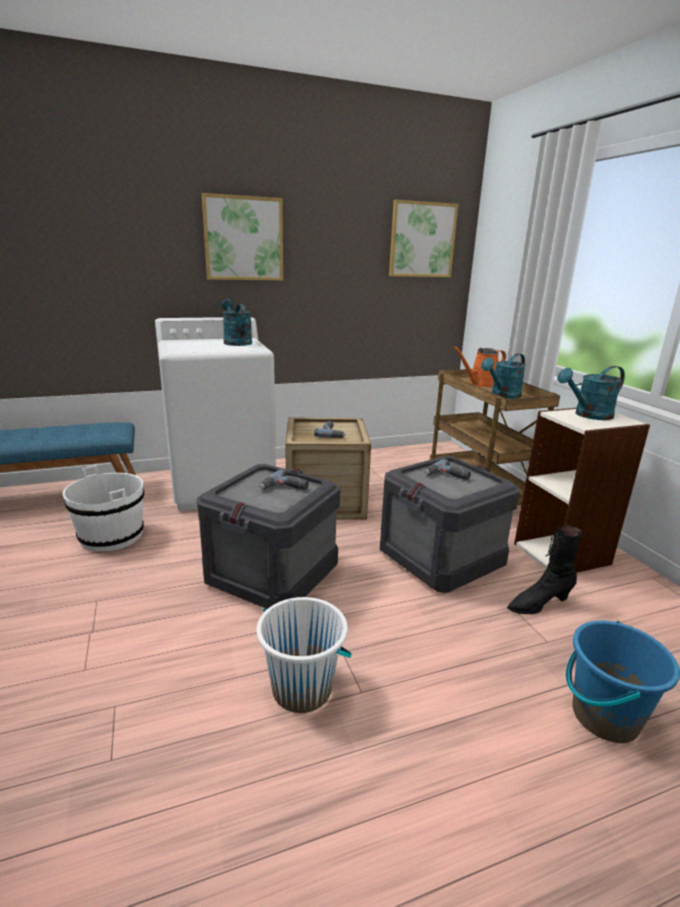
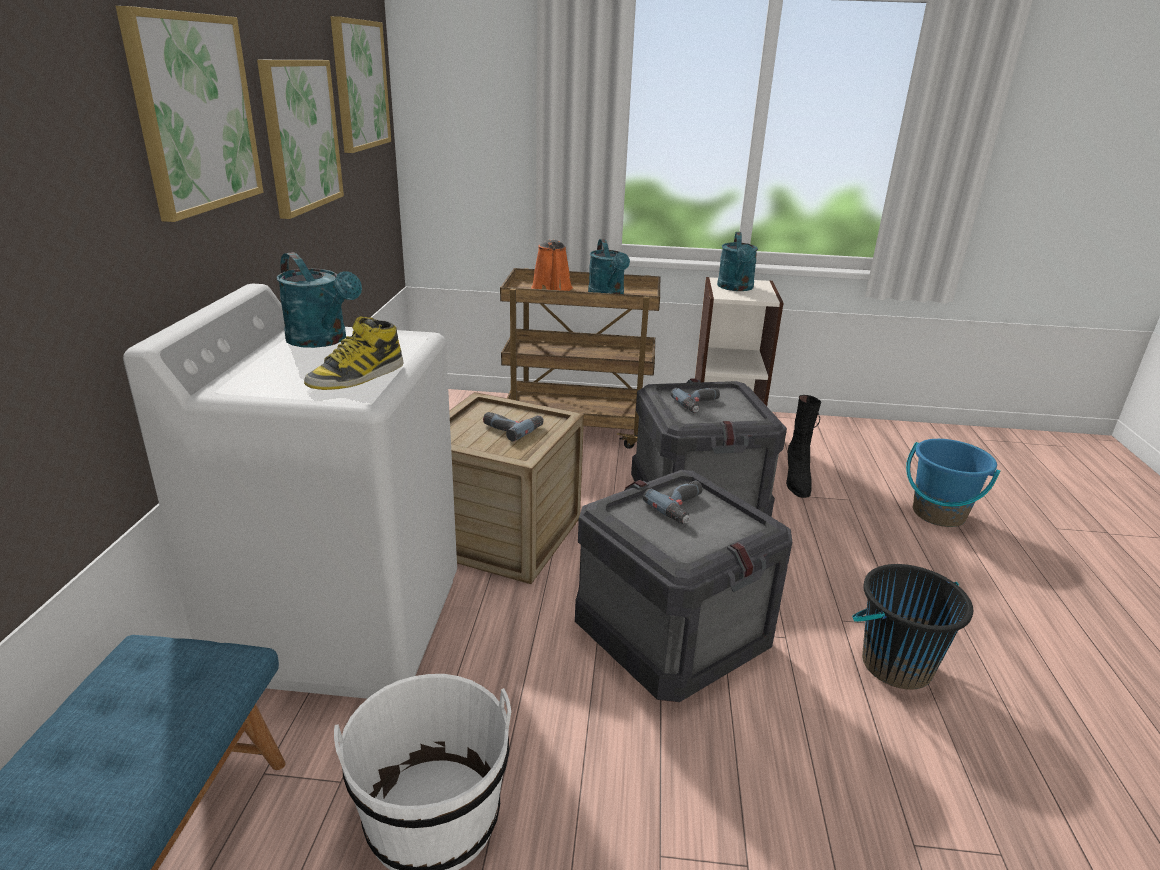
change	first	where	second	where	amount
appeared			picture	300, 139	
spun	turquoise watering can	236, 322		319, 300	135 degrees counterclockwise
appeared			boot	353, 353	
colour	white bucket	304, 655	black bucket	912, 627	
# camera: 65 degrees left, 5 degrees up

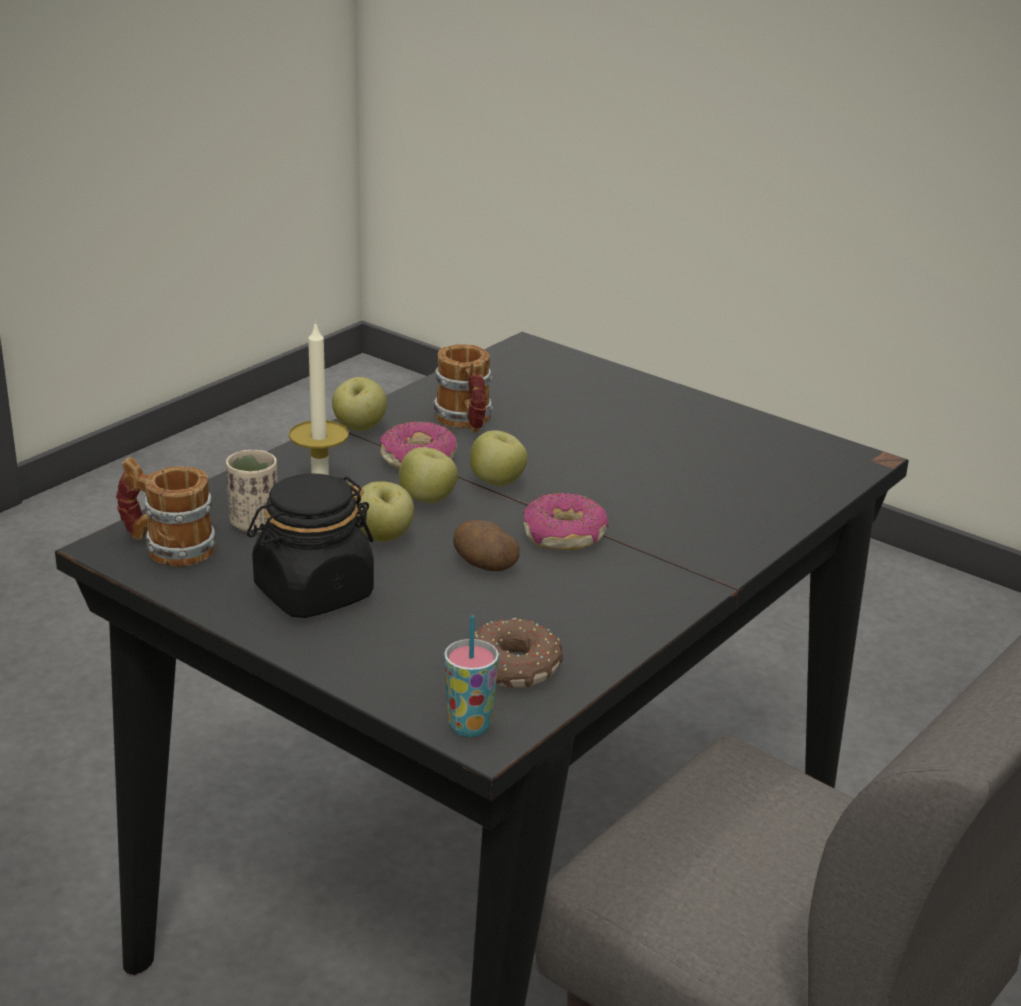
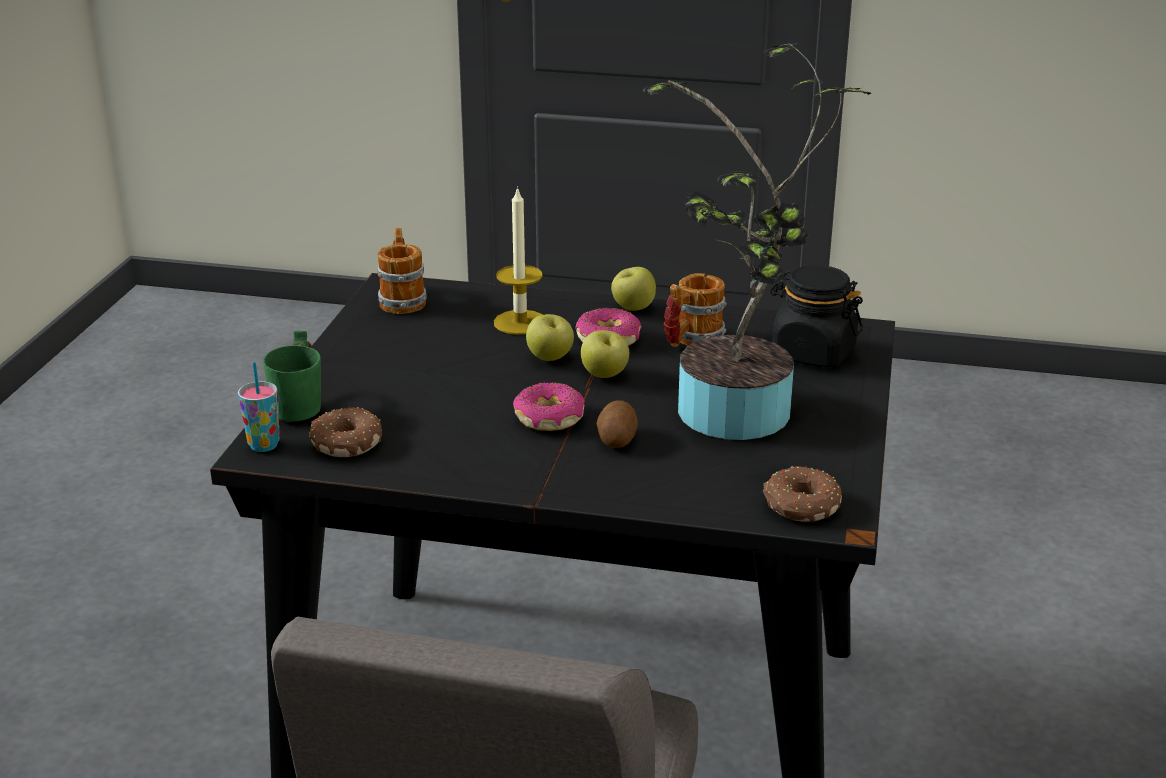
change	first	where	second	where	amount
appeared			green mug	292, 376	
relocated	potato	486, 545		617, 424	
appeared			potted plant	756, 241	
appeared			donut	802, 494	
relocated	black jar	310, 546		816, 316	
missing	beige cup	252, 491			
missing	apple	385, 511			
# camera: 65 degrees right, 0 degrees up

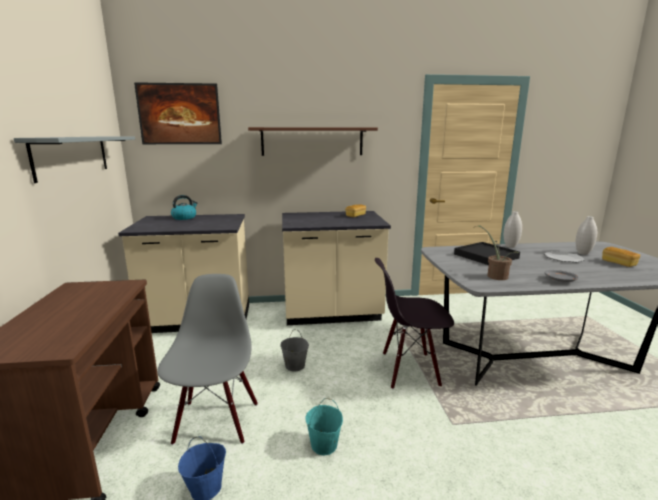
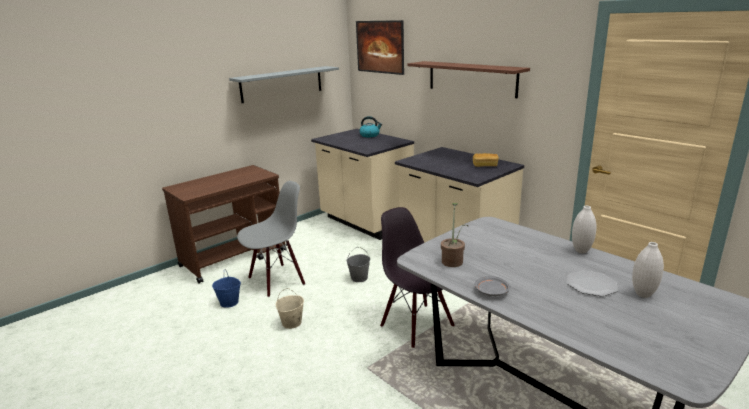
change	first	where	second	where	amount
colour	turquoise bucket	324, 426	beige bucket	290, 308	
missing	black tray	487, 253			
missing	bread	621, 257			
# camera: 55 degrees right, 5 degrees up

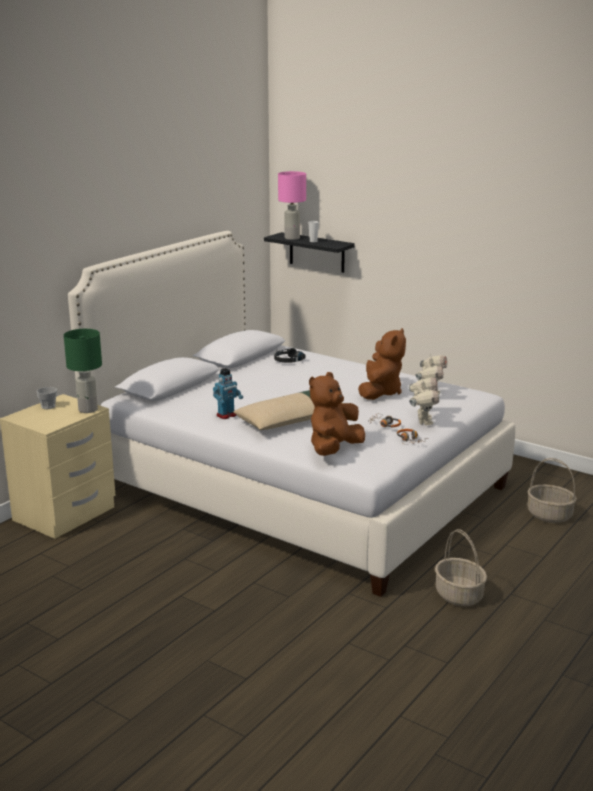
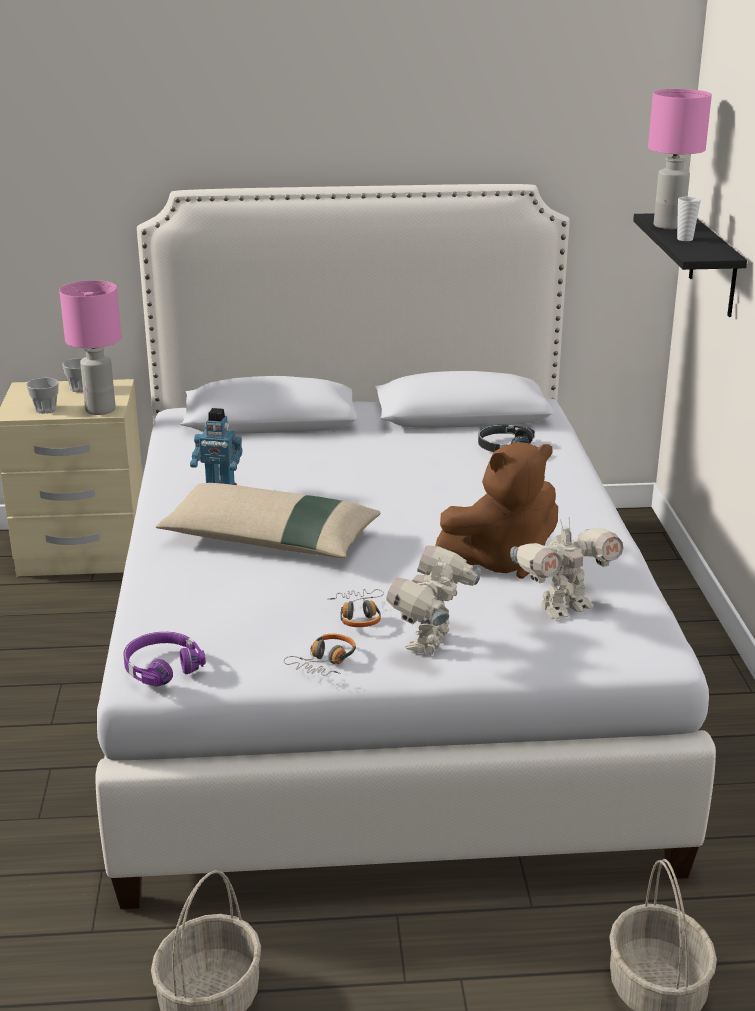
change	first	where	second	where	amount
appeared			cup	42, 396	
colour	green table lamp	83, 371	pink table lamp	90, 347	
appeared			purple headphones	164, 659	
spun	toy robot	424, 401		433, 600	150 degrees clockwise
missing	brown plush toy	337, 414			
# camera: 50 degrees right, 5 degrees up

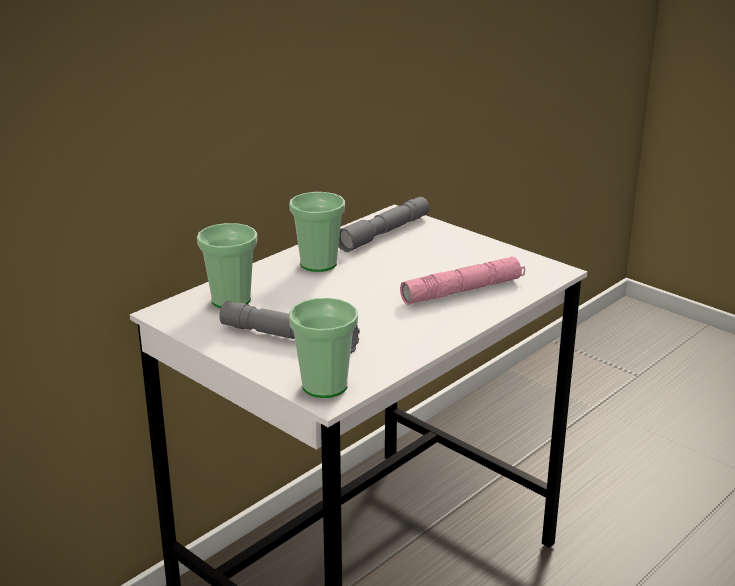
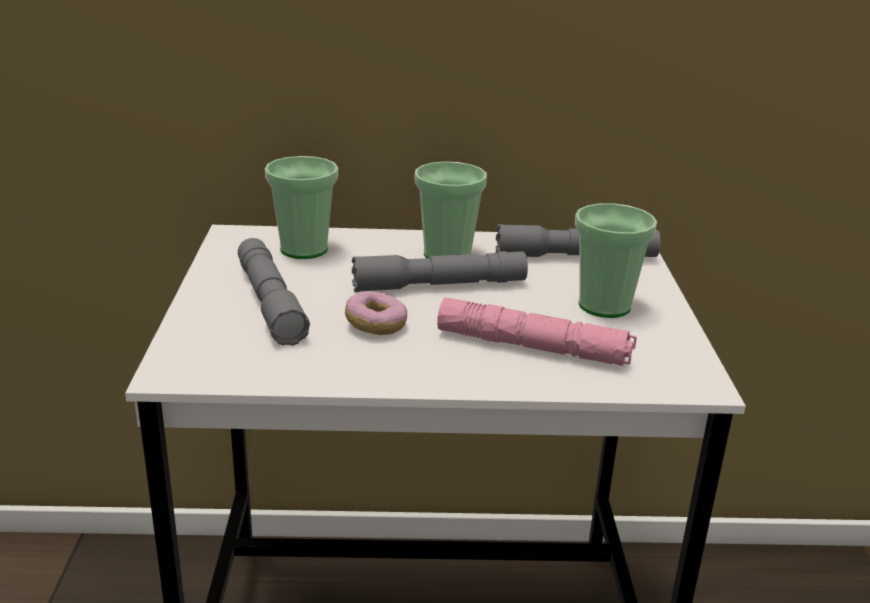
change	first	where	second	where	amount
appeared			donut	376, 313	
appeared			grey flashlight	440, 271	
relocated	cup	323, 348		616, 260	
# camera: 45 degrees right, 0 degrees up

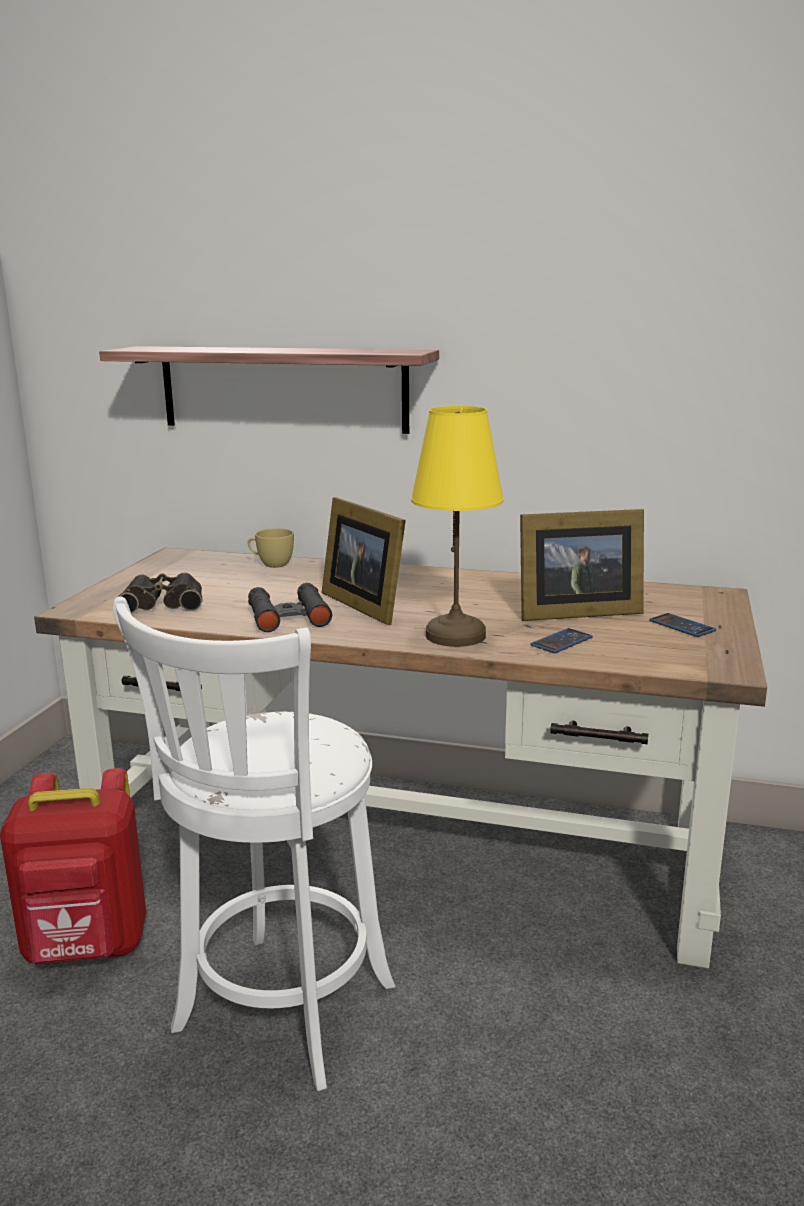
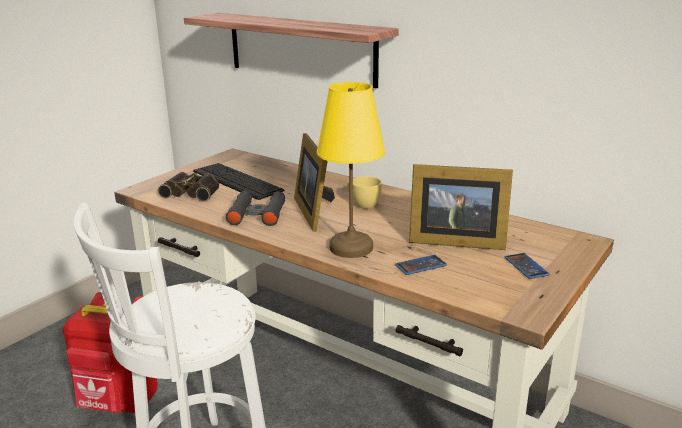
change	first	where	second	where	amount
appeared			keyboard	238, 181	
relocated	yellow cup	271, 548		364, 192	
# camera: 20 degrees right, 5 degrees up

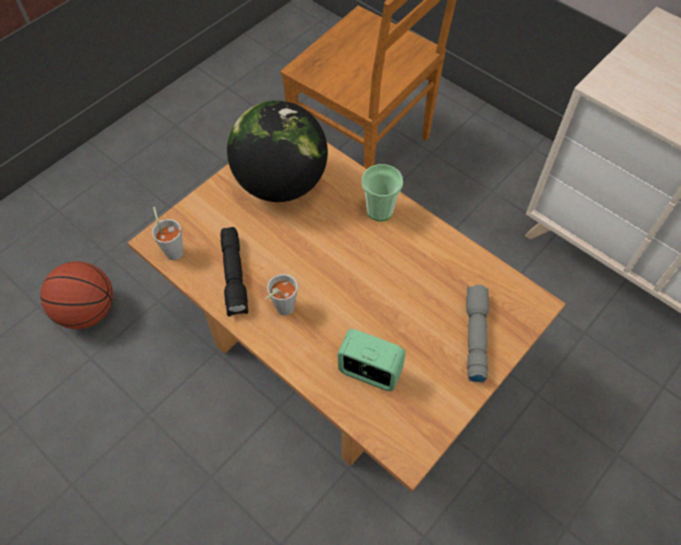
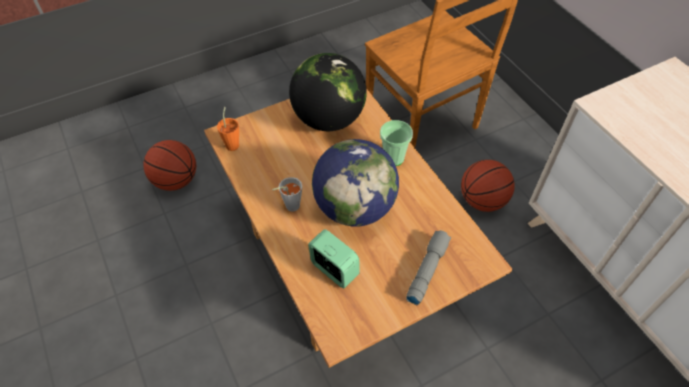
change	first	where	second	where	amount
colour	grey cup	168, 233	orange cup	228, 129	
appeared			globe	355, 183	
appeared			basketball	488, 186	
missing	black flashlight	234, 272			
# camera: 20 degrees right, 5 degrees down

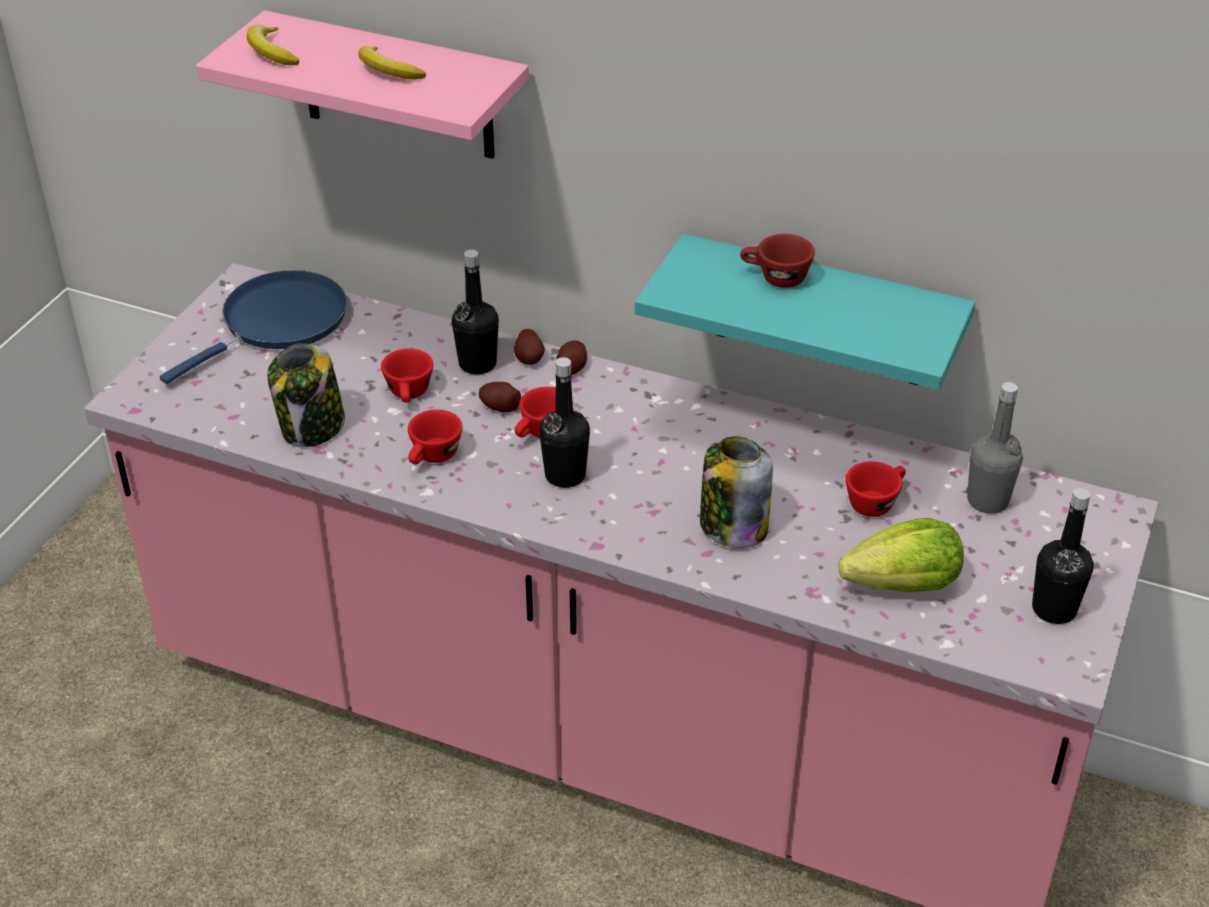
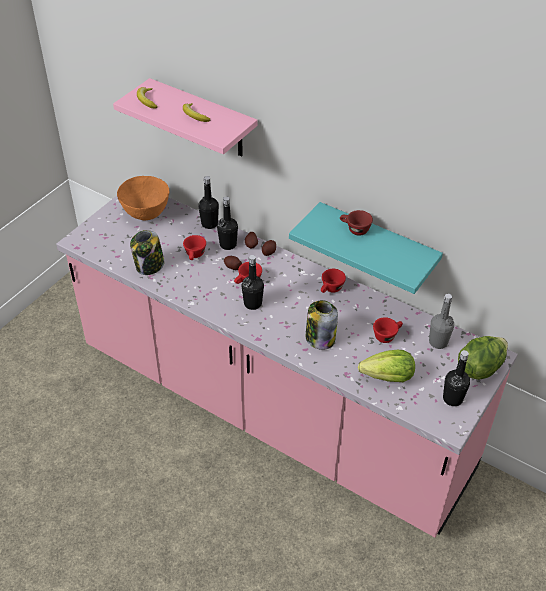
change	first	where	second	where	amount
exchanged	blue frying pan	253, 327	orange bowl	143, 198	
appeared			black bottle	208, 202	
relocated	red cup	435, 437		333, 281	
appeared			lettuce	483, 358	
# camera: 10 degrees right, 5 degrees up

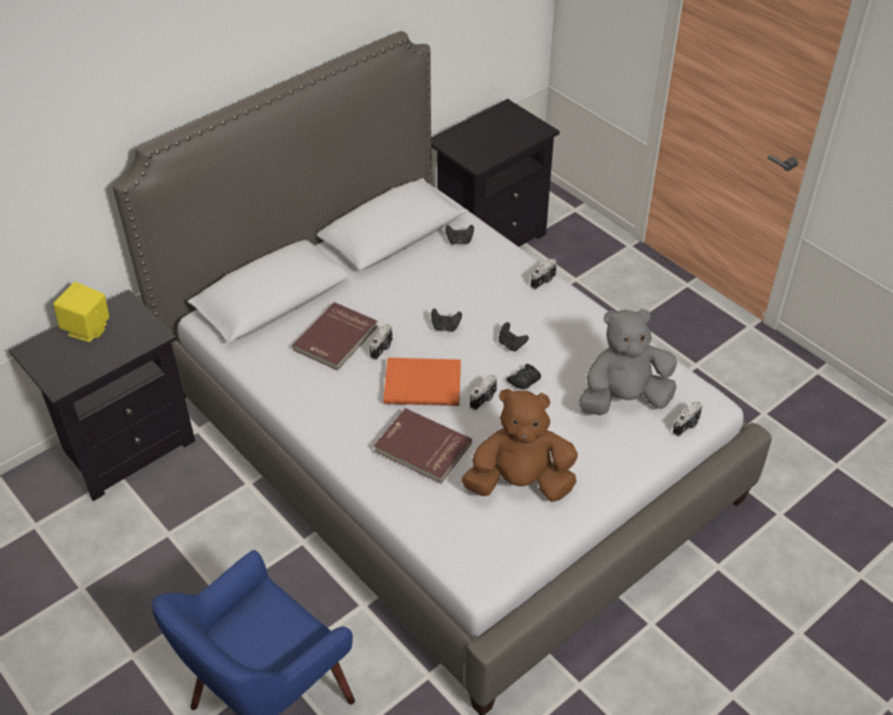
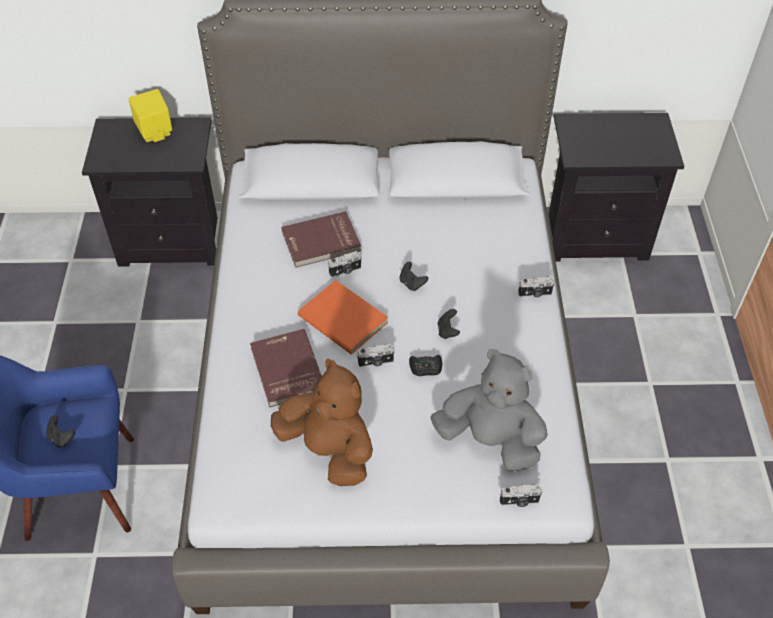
change	first	where	second	where	amount
relocated	black game controller	459, 234		61, 431	
# camera: 40 degrees right, 5 degrees up

